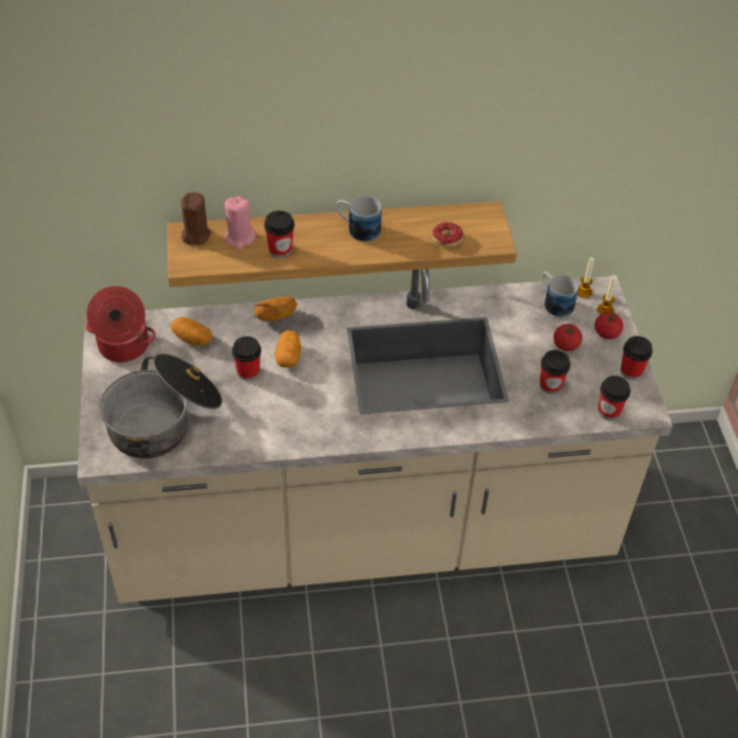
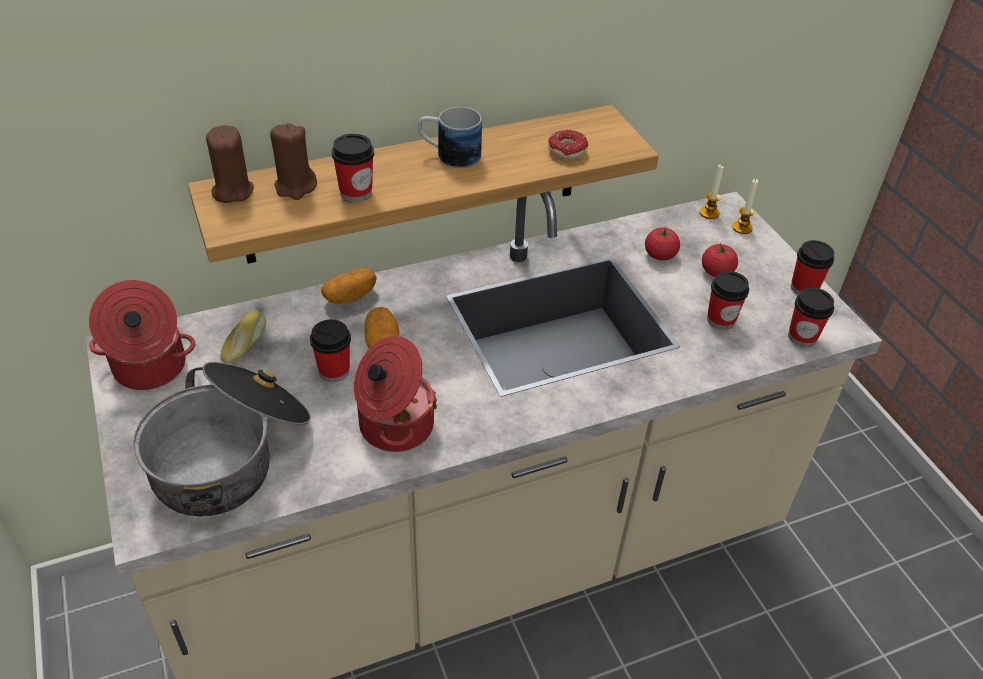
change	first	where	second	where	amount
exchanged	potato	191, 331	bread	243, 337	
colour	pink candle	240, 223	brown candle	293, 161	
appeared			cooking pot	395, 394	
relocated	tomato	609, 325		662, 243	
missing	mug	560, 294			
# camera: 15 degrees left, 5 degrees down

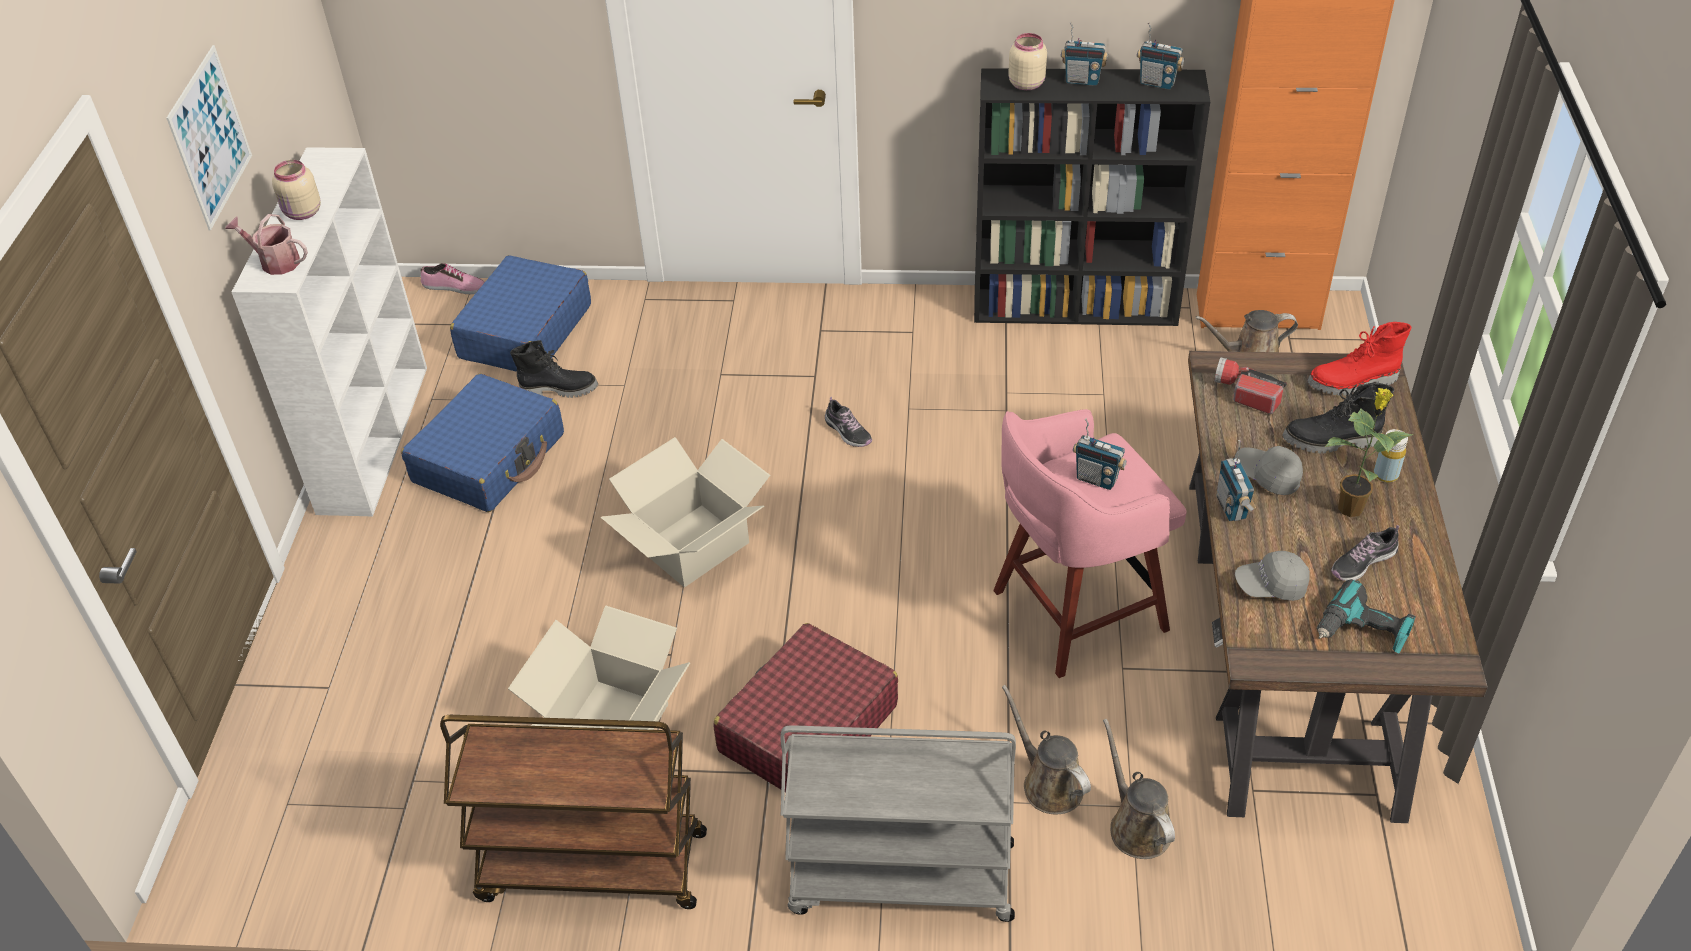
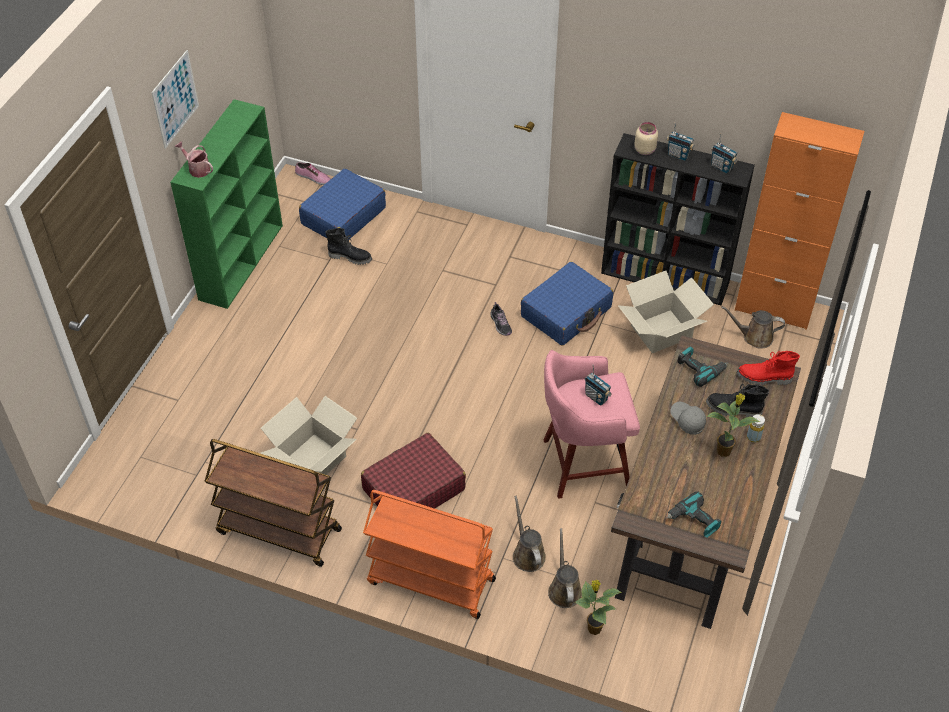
change	first	where	second	where	amount
colour	white bookcase	329, 331	green bookcase	226, 204	
colour	grey cart	898, 823	orange cart	429, 554	
relocated	blue suitcase	482, 443		567, 303	
appeared			potted plant	598, 607	
relocated	cardboard box	685, 512		666, 312	
exchanged	flashlight	1250, 386	power drill	702, 366	
missing	beige jar	296, 190			
missing	radio	1236, 480			
missing	grey cap	1272, 576			
missing	shoe	1365, 553			
# camera: 15 degrees right, 5 degrees up

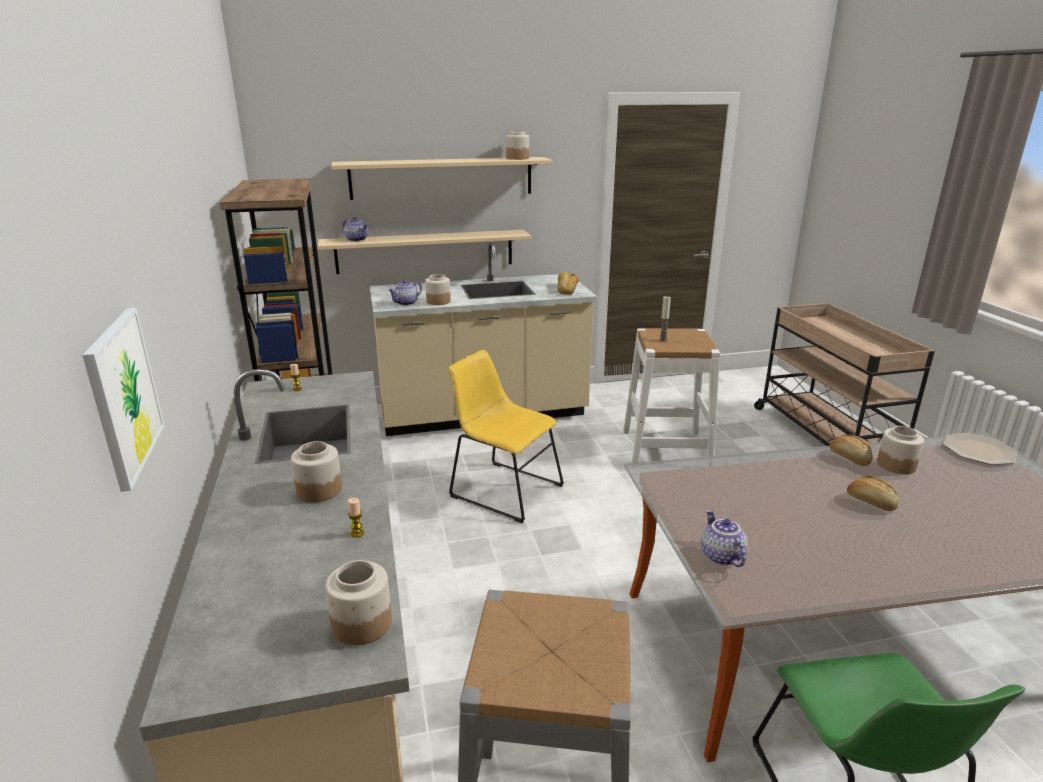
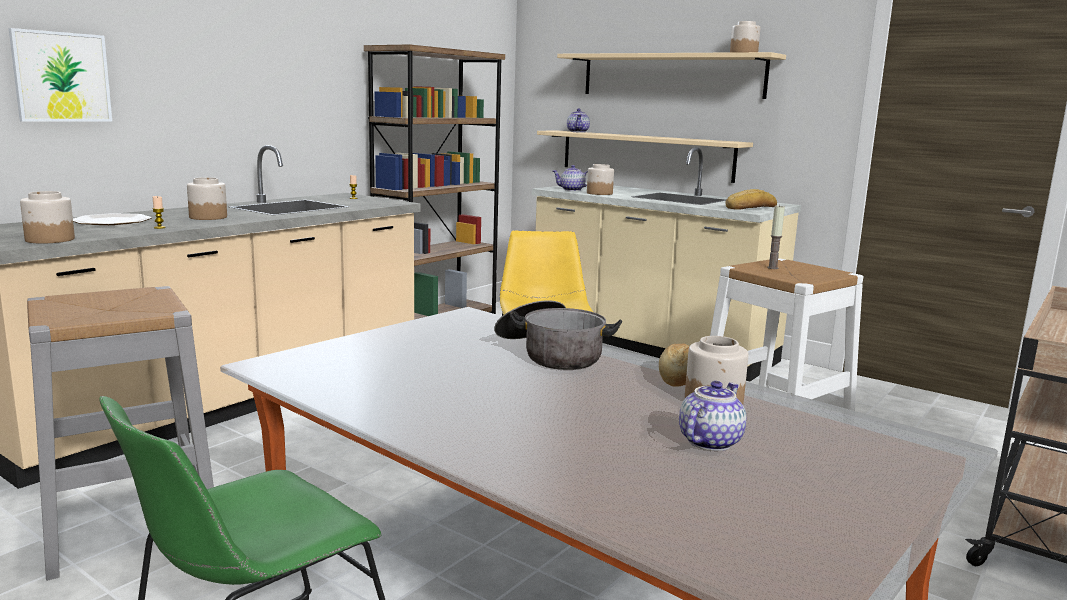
change	first	where	second	where	amount
relocated	plate	980, 449		112, 219	
appeared			cooking pot	558, 335	
relocated	teapot	724, 538		712, 416	
missing	bread	872, 493			
# camera: 50 degrees right, 10 degrees down

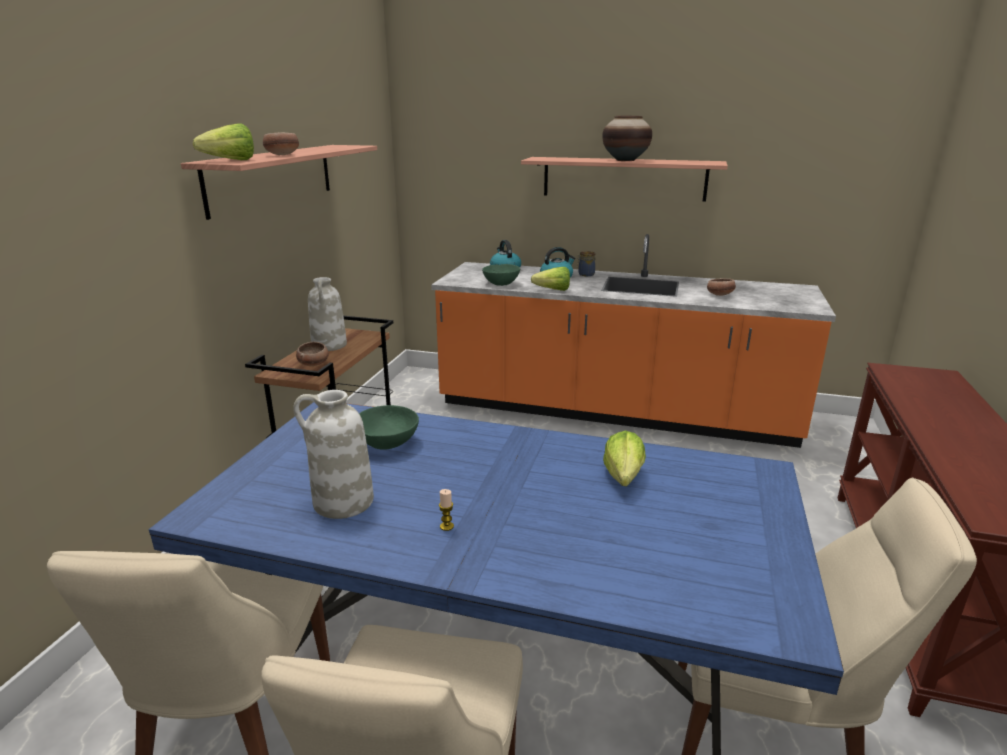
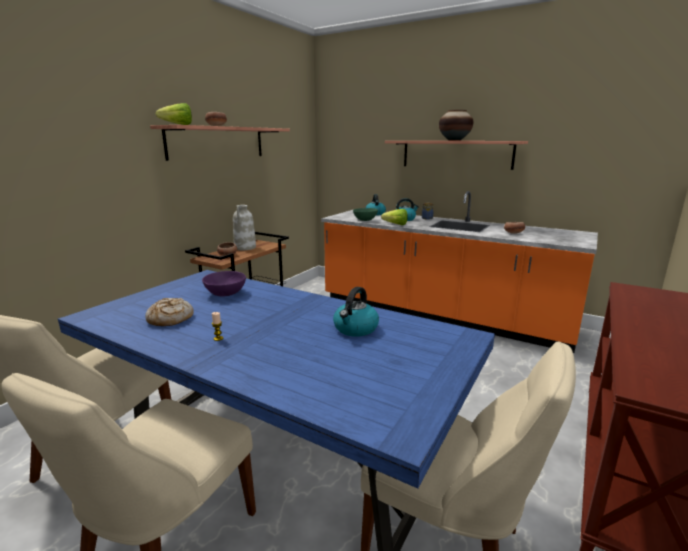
change	first	where	second	where	amount
exchanged	white vase	333, 454	bread	169, 312	
colour	green bowl	389, 427	purple bowl	224, 284	
exchanged	lettuce	624, 458	kettle	356, 312	
# camera: 15 degrees right, 5 degrees down

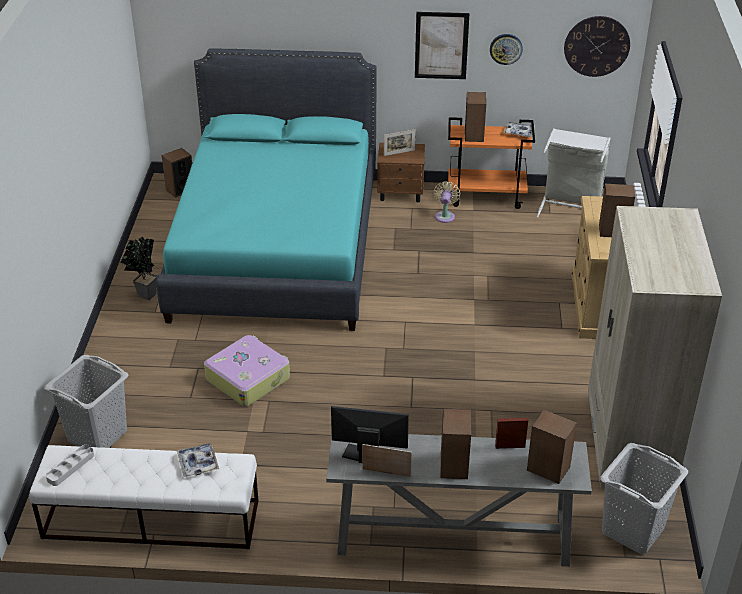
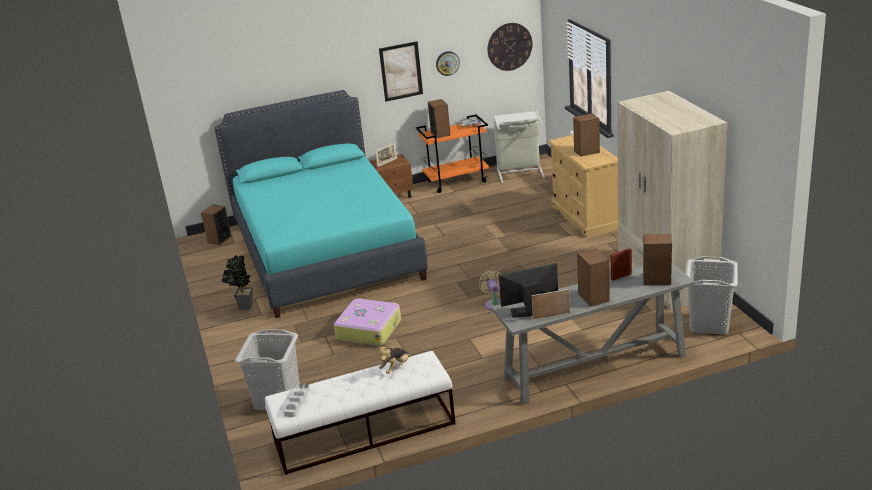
change	first	where	second	where	amount
exchanged	tray	198, 460	plush toy	395, 360	
relocated	beige fan	447, 202		490, 290	
# camera: 20 degrees left, 10 degrees down

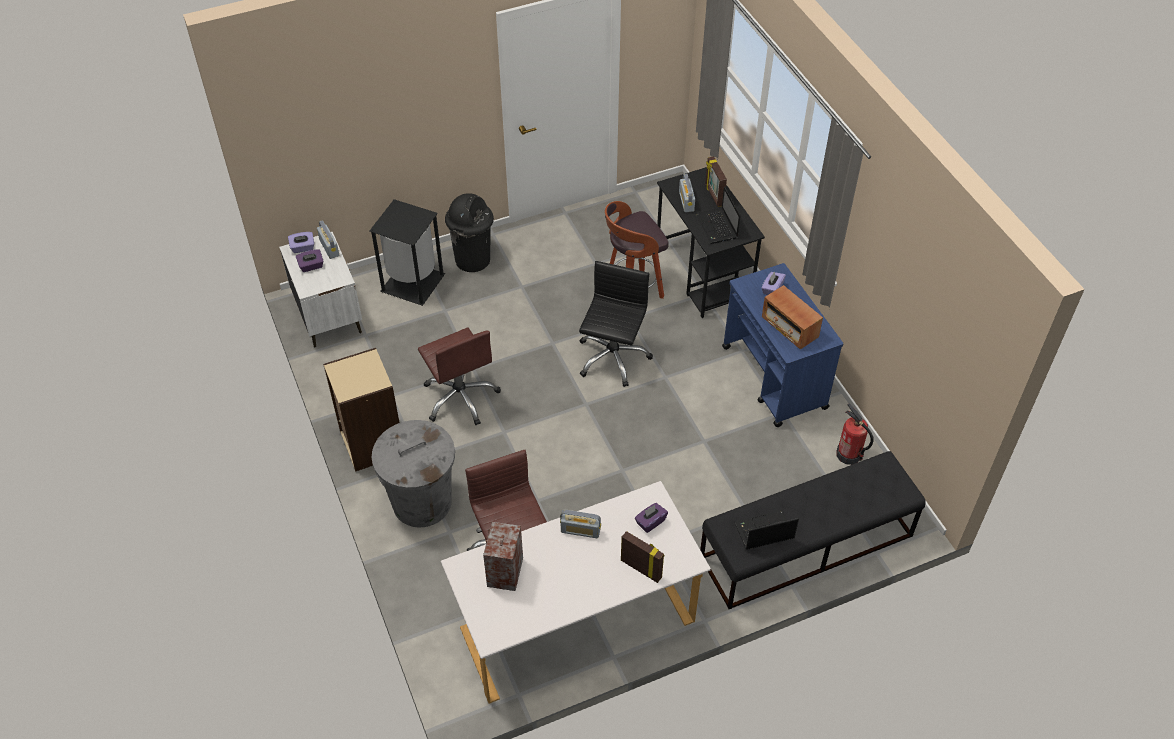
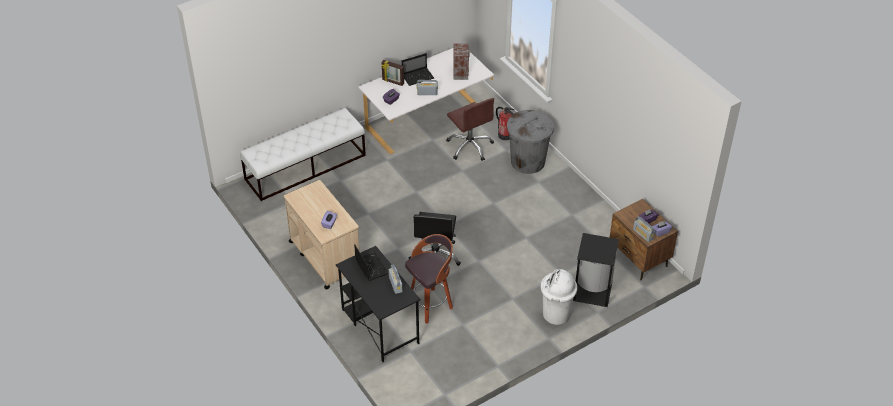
change	first	where	second	where	amount
colour	black bench	813, 530	white bench	303, 154	
colour	blue cart	783, 345	beige cart	321, 235	
relocated	laptop	766, 530		418, 69	
relocated	fire extinguisher	855, 434		505, 123	
colour	black trash can	469, 232	white trash can	559, 297	
colour	white nightstand	320, 289	brown nightstand	643, 240	
missing	beige bookcase	361, 410			
missing	brown office chair	459, 376			
missing	picture frame	716, 181			
missing	radio	792, 317			
# camera: 170 degrees right, 5 degrees down

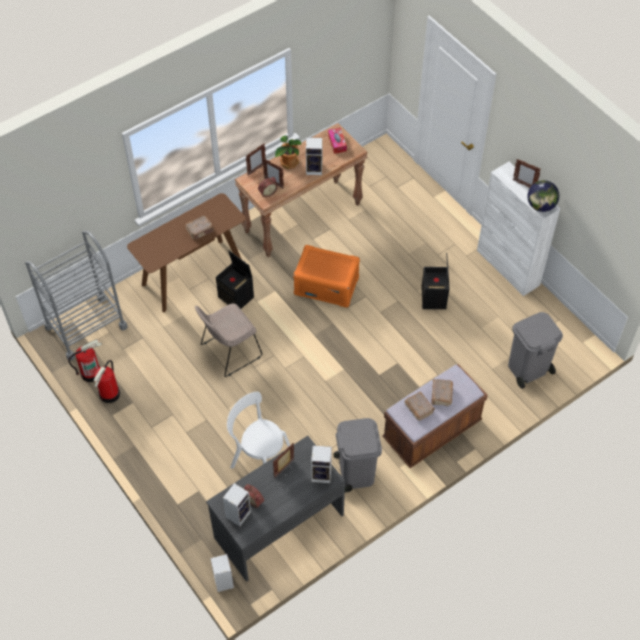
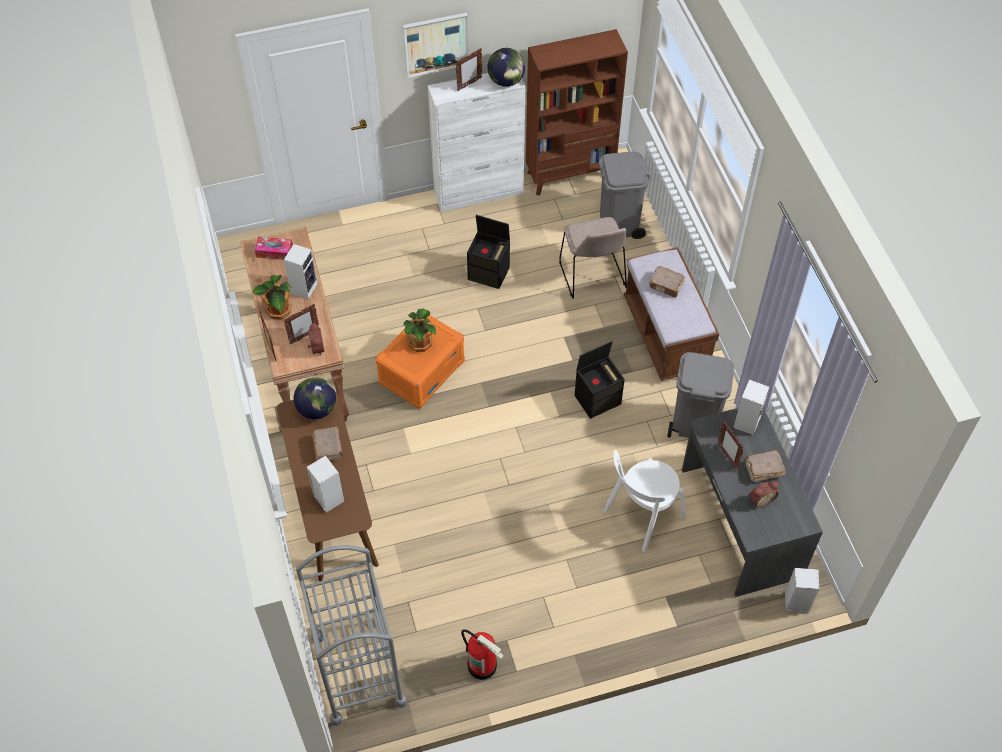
change	first	where	second	where	amount
appeared			globe	315, 398	
relocated	speaker	237, 504		325, 484	
appeared			picture	436, 45	
appeared			potted plant	419, 330	
appeared			brown bookcase	577, 112	
relocated	beige chair	228, 340		593, 257	
relocated	black storage box	235, 280		600, 380	
relocated	brown book	419, 406		765, 466	
missing	fire extinguisher	85, 360			
# camera: 70 degrees left, 0 degrees up

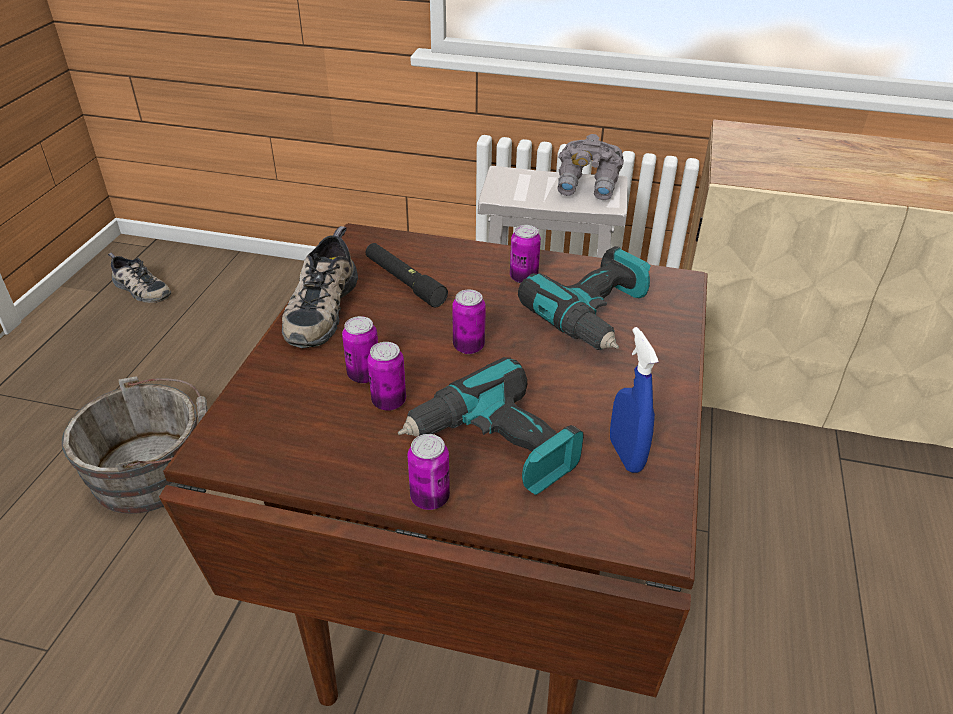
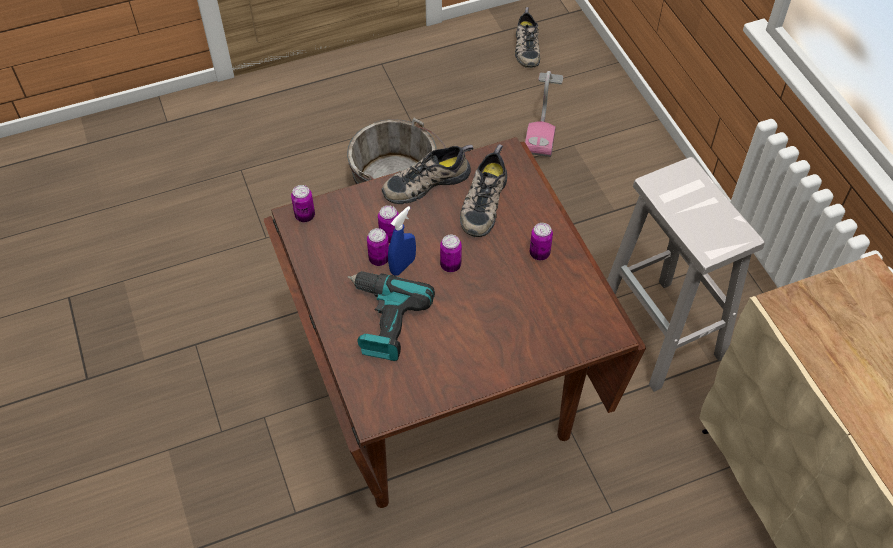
change	first	where	second	where	amount
relocated	can	428, 472		303, 203	
relocated	blue spray bottle	634, 400		402, 241	
exchanged	black flashlight	407, 275	shoe	483, 190	
appeared			vacuum cleaner	544, 114	
missing	power drill	584, 298			
missing	grey binoculars	591, 167			
# camera: 55 degrees right, 15 degrees up

